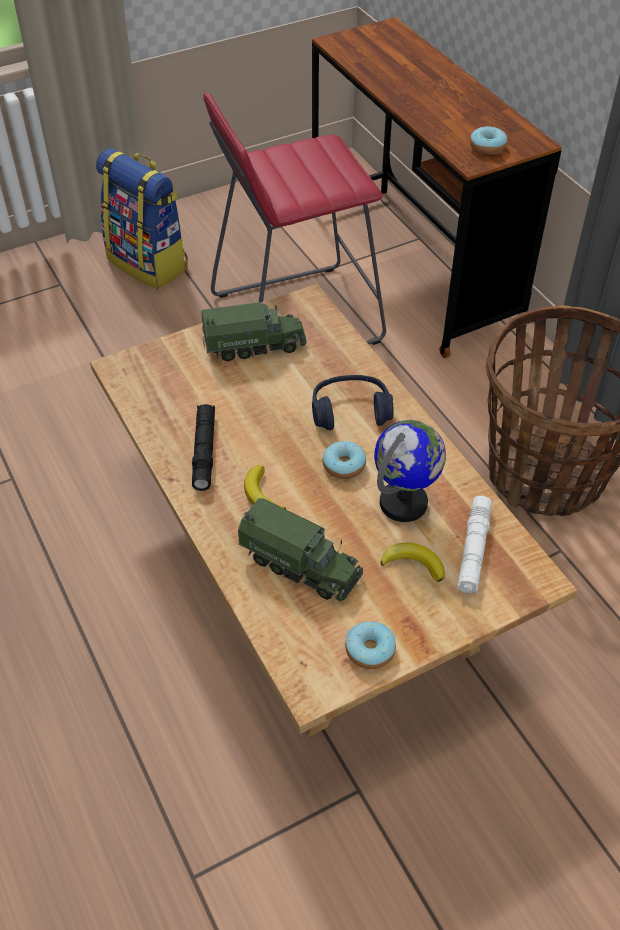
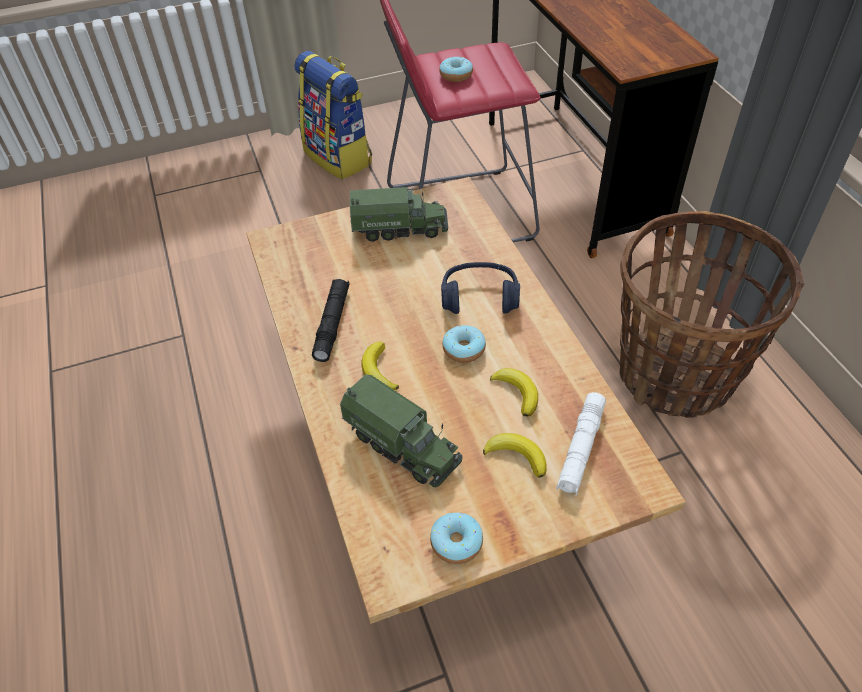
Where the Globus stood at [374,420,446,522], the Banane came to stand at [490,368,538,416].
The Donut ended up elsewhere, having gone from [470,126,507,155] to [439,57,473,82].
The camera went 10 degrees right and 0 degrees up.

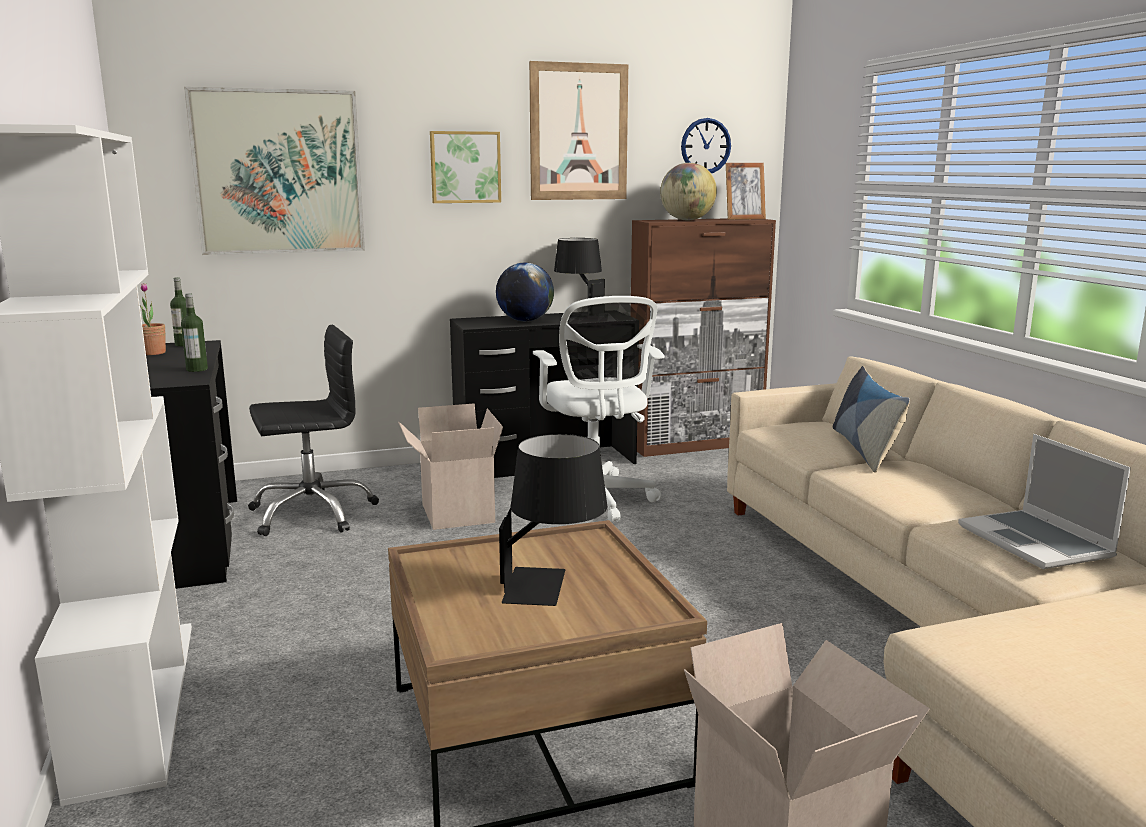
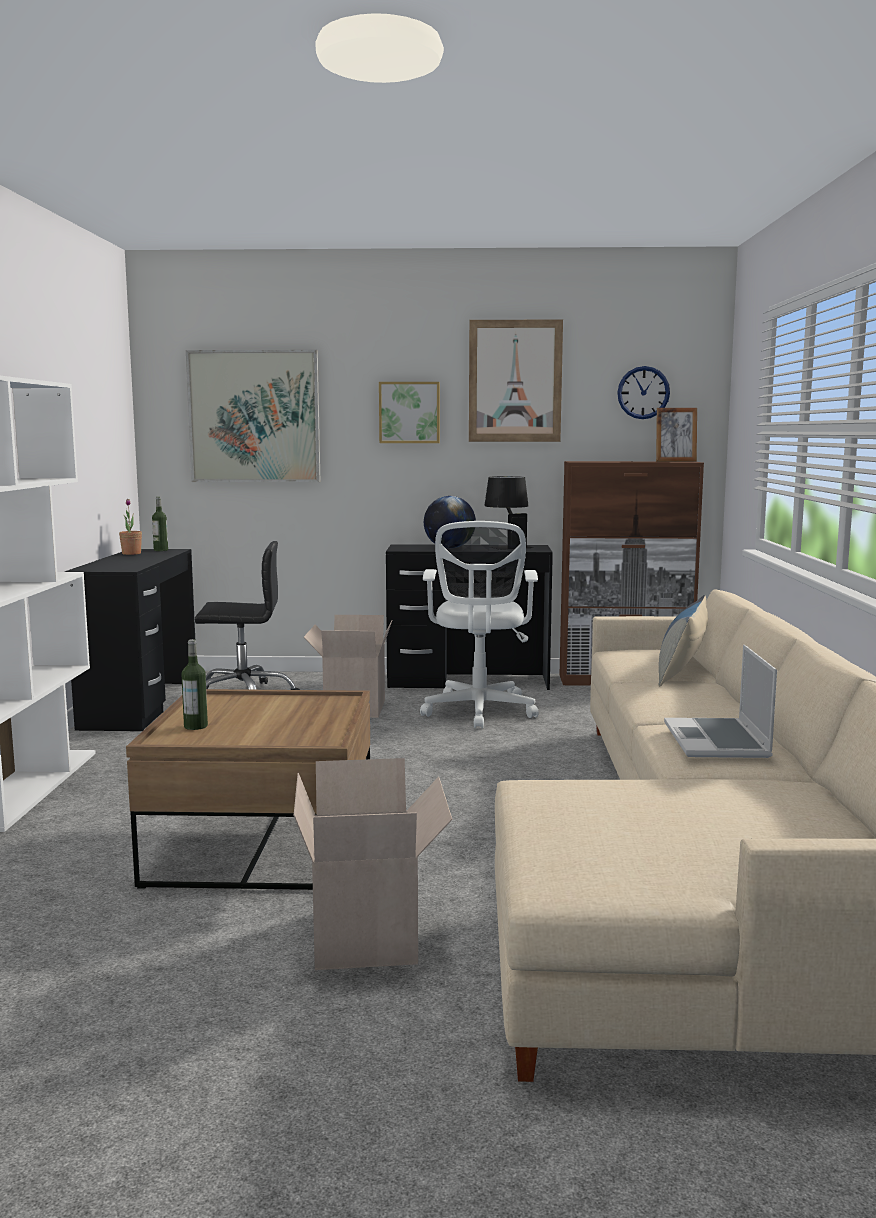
The Flasche ended up elsewhere, having gone from [181,293,208,372] to [181,639,208,730].
The second view lost the Tischlampe/schwarz at [499,434,607,606].
The second view lost the Globus at [660,163,717,220].
The camera went 20 degrees right and 5 degrees down.

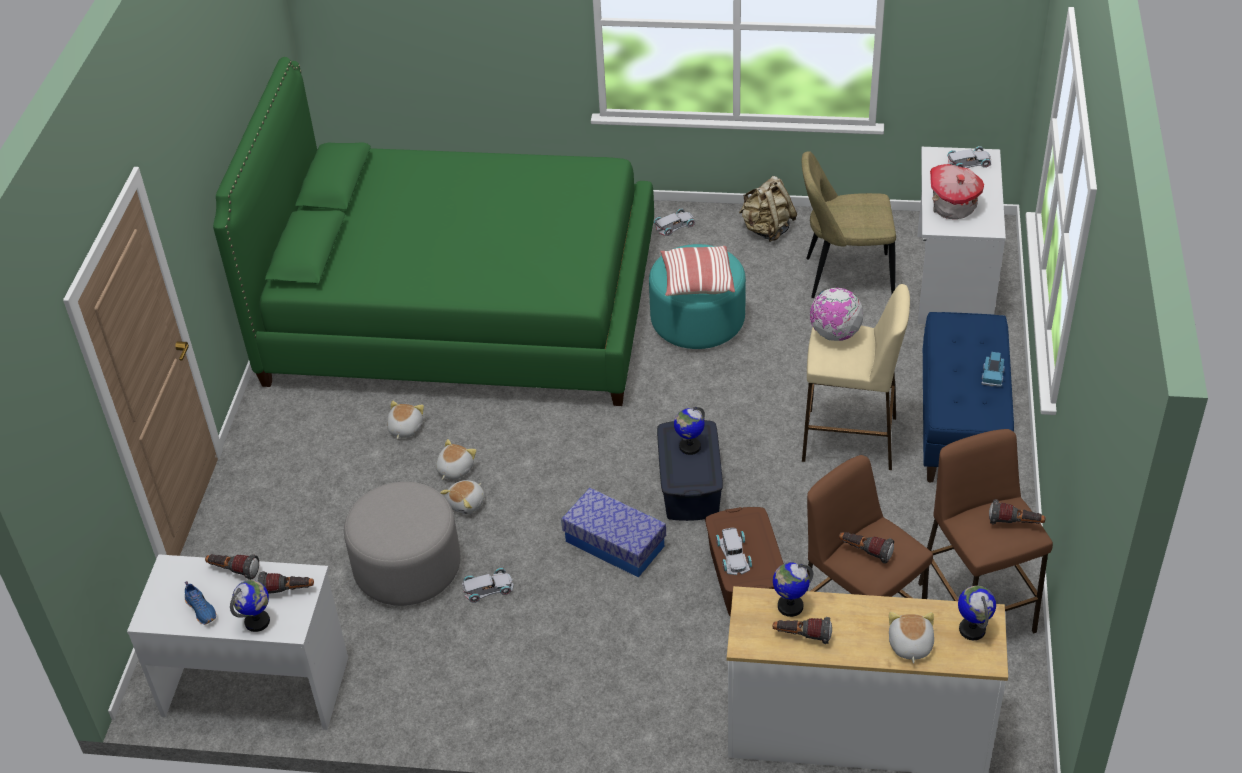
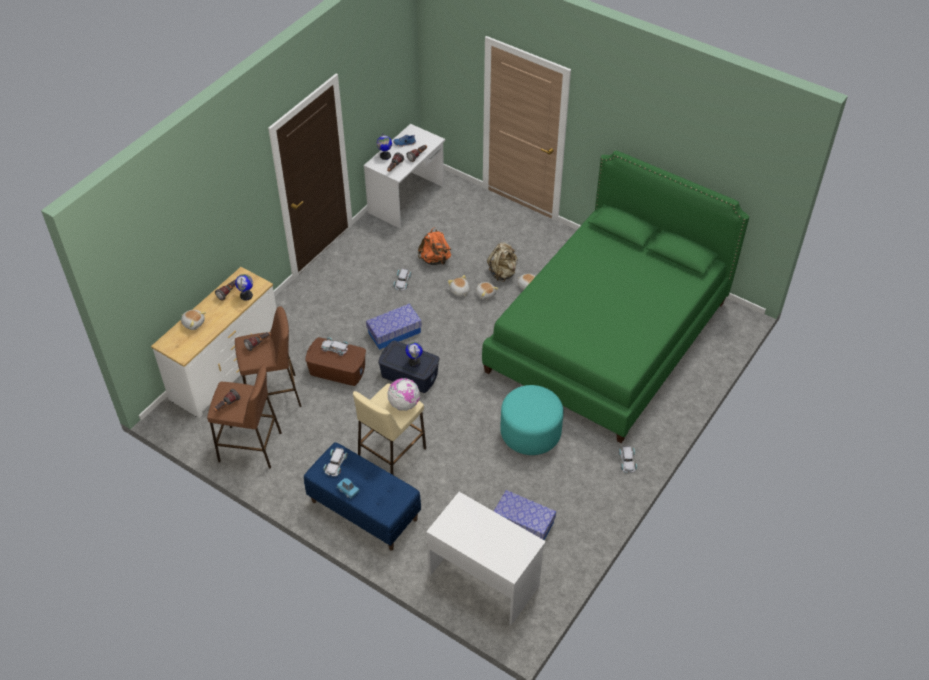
Where the Polsterhocker/grau stood at [344,482,460,606], the Rucksack/orange came to stand at [418,227,451,265].
The second view lost the Kissen at [660,246,735,296].
The Rucksack/beige ended up elsewhere, having gone from [739,176,797,242] to [487,242,517,282].
Where the Stuhl/beige stood at [801,151,896,298], the Aufbewahrungsbox came to stand at [494,490,556,540].
The second view lost the Spielzeughaus at [930,164,984,219].
The Spielzeugauto/weiß ended up elsewhere, having gone from [947,146,991,168] to [323,448,348,476].
The second view lost the Globus at [958,586,996,640].
The camera went 115 degrees right and 5 degrees up.

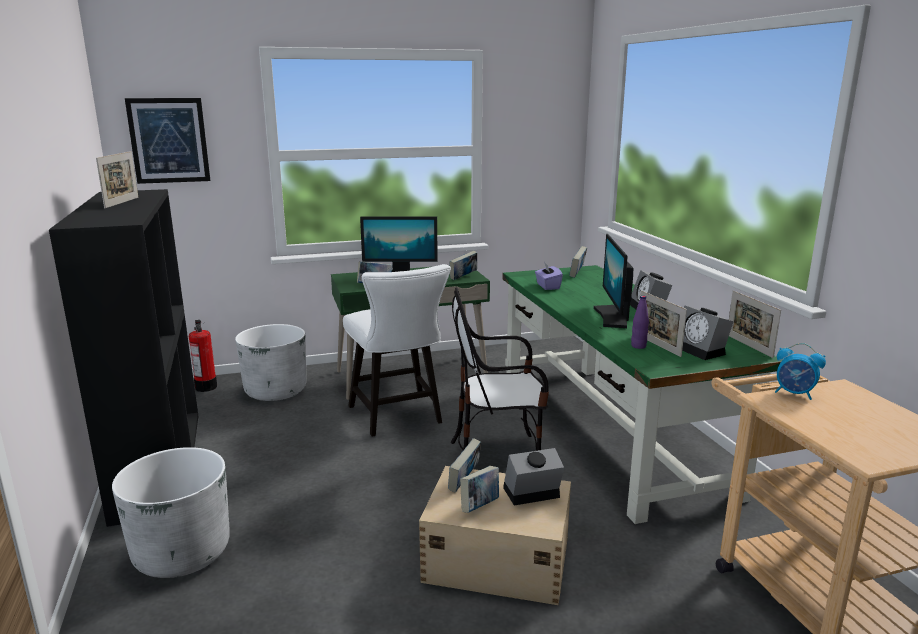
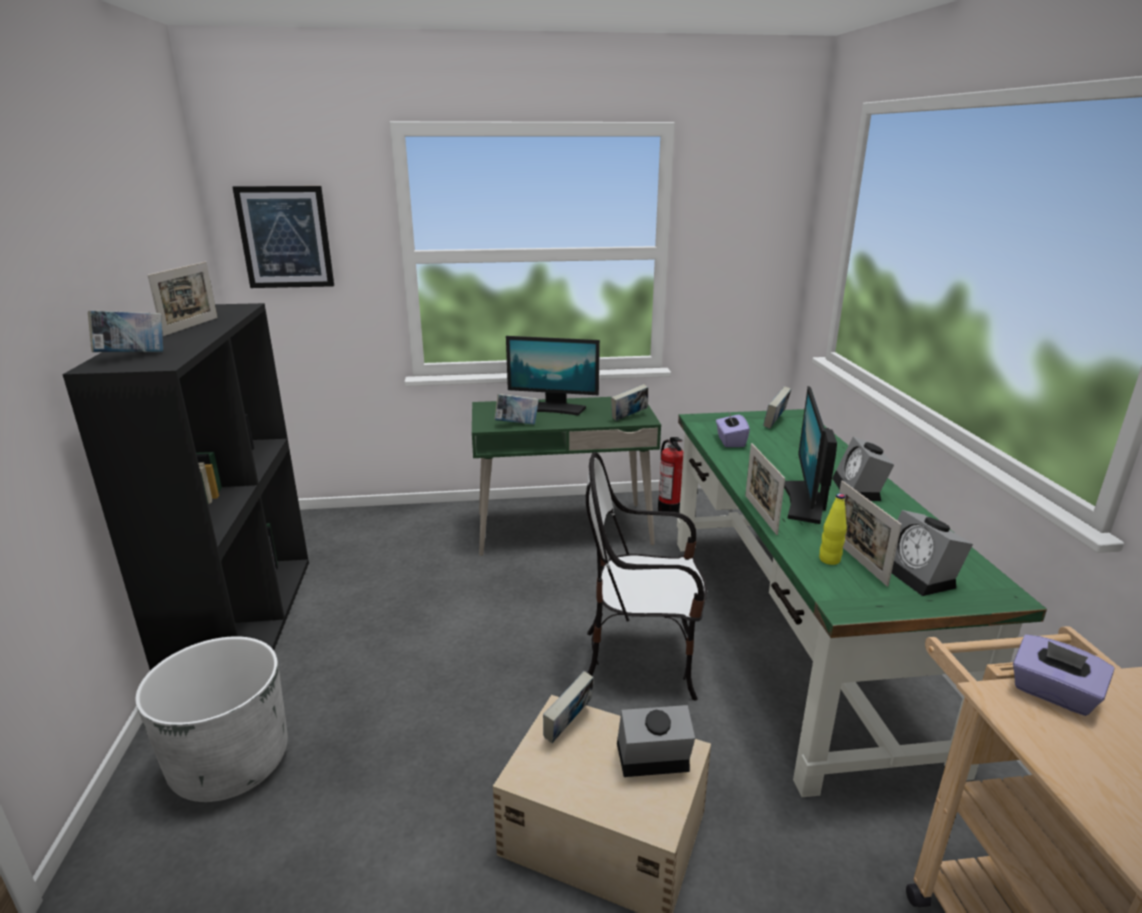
The Feuerlöscher ended up elsewhere, having gone from [189,320,217,392] to [658,437,683,513].
The second view lost the Pflanzkübel/weiß at [235,324,306,401].
The second view lost the Stuhl/weiß at [343,264,451,437].
The Buch ended up elsewhere, having gone from [460,466,499,513] to [88,310,163,352].
What was the Flasche/lila at [631,296,649,349] turned into the Flasche/gelb at [819,493,847,565].
The Bilderrahmen ended up elsewhere, having gone from [729,290,781,358] to [745,443,785,535].
Where the Wecker stood at [775,343,826,400], the Taschentuchbox/lila came to stand at [1013,635,1115,716].
The camera went 10 degrees right and 5 degrees up.

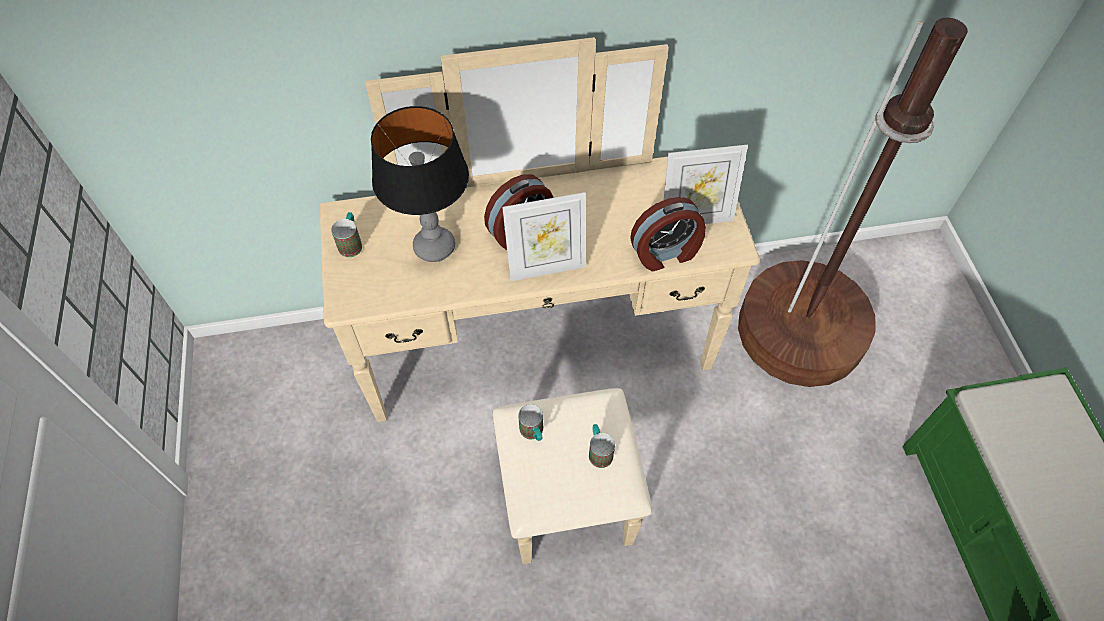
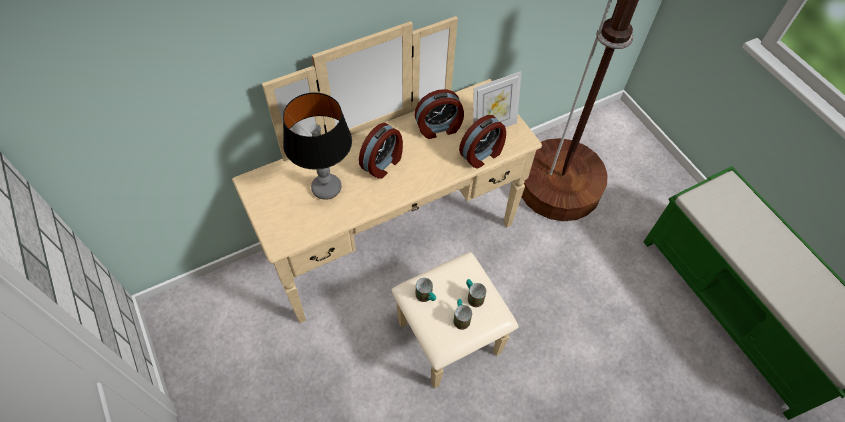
The Henkelbecher ended up elsewhere, having gone from [331,212,362,257] to [453,299,472,330].
The second view lost the Bilderrahmen at [502,192,586,281].
The second view gained the Wecker at [415,89,464,139].
The camera went 20 degrees left and 0 degrees up.

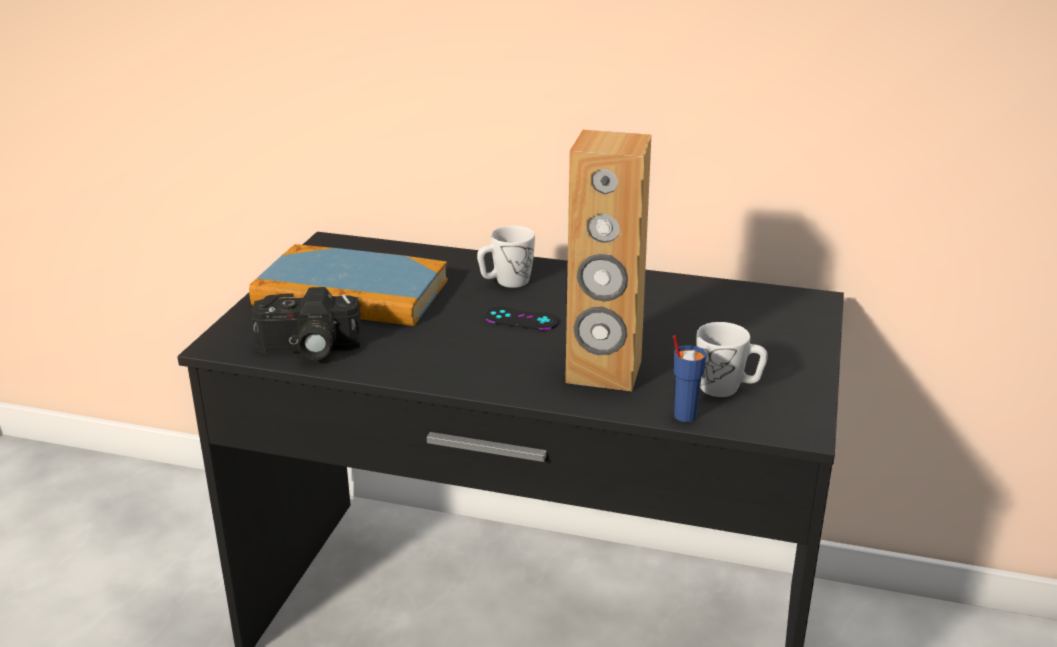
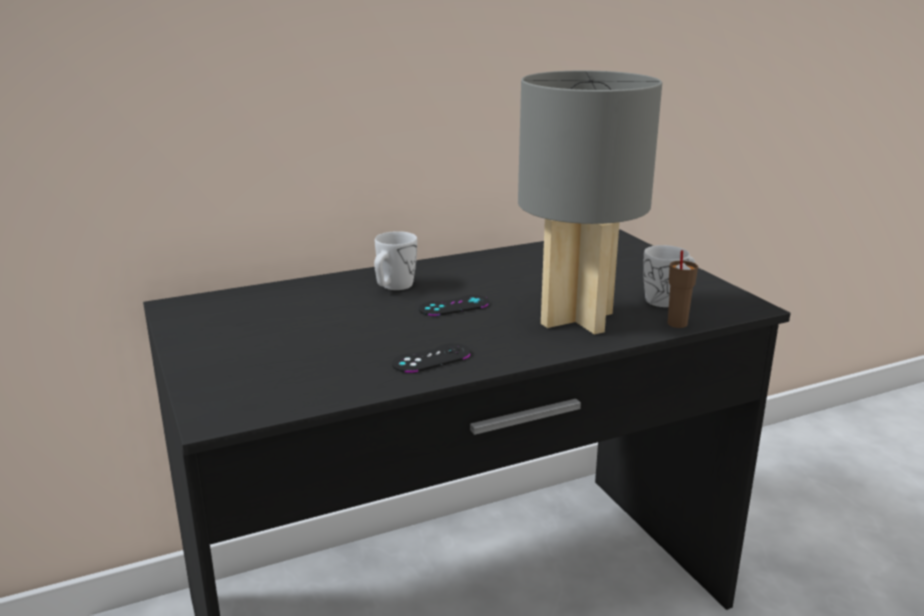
The second view lost the Buch at [249,244,448,326].
The second view lost the Kamera at [251,287,362,360].
Where the Lautsprecher/braun stood at [565,130,651,391], the Tischlampe/grau came to stand at [518,70,662,334].
What was the Tasse/blau at [673,335,707,422] turned into the Tasse/braun at [668,250,698,328].
The second view gained the Gamepad/schwarz at [392,343,471,373].
The camera went 40 degrees left and 5 degrees down.

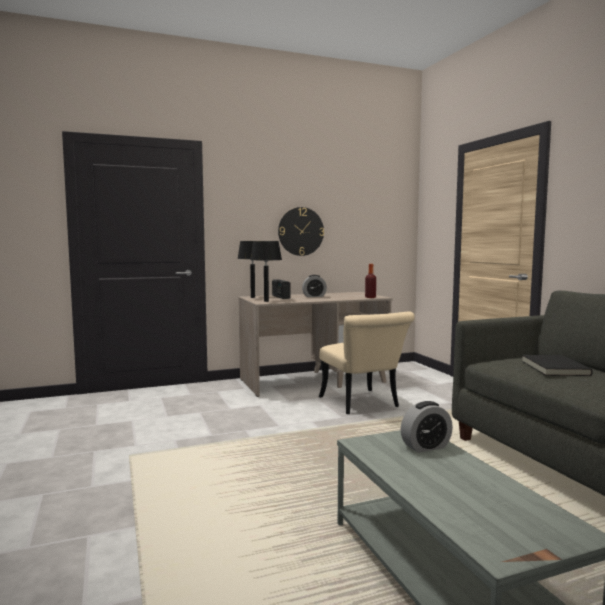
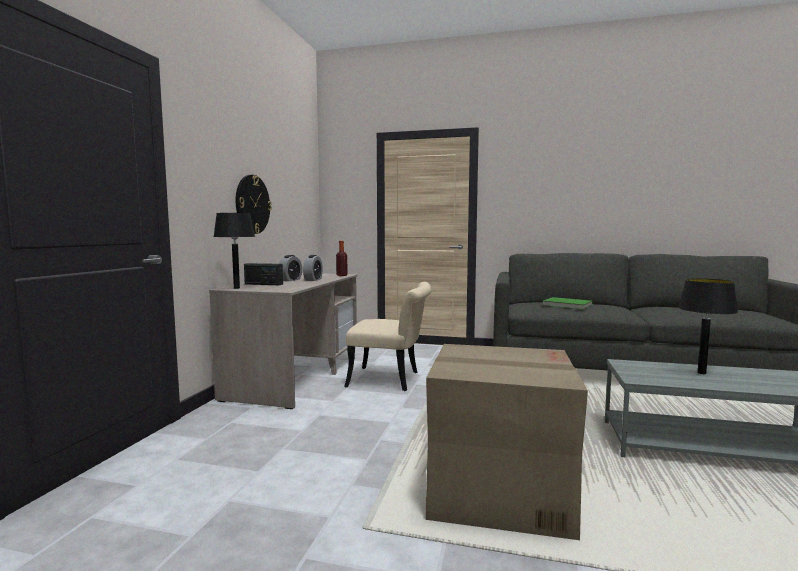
The Tischlampe/schwarz ended up elsewhere, having gone from [250,241,282,302] to [678,278,738,374].
The Wecker ended up elsewhere, having gone from [401,401,453,453] to [303,255,323,281].
What was the Buch/schwarz at [522,355,593,376] turned into the Buch/grün at [543,297,593,310].
The second view gained the Karton at [425,344,588,540].
The camera went 55 degrees left and 0 degrees up.

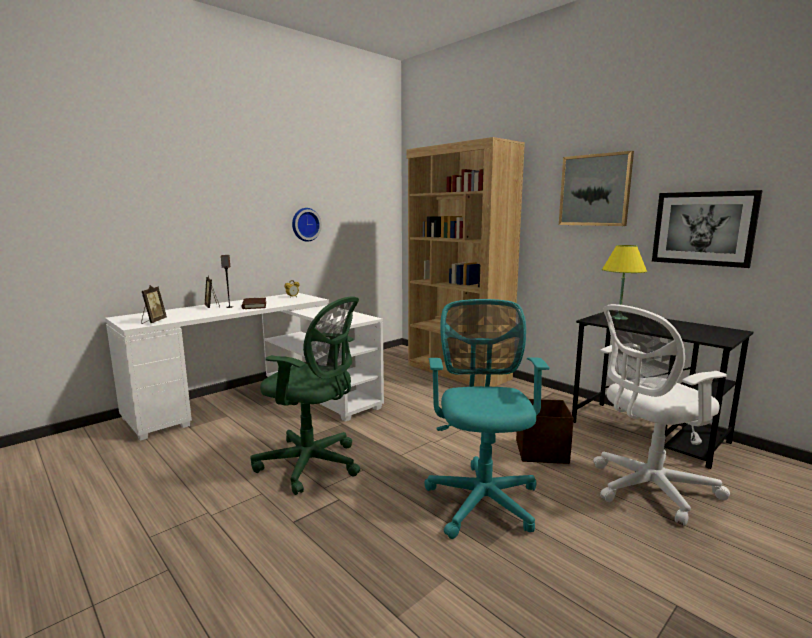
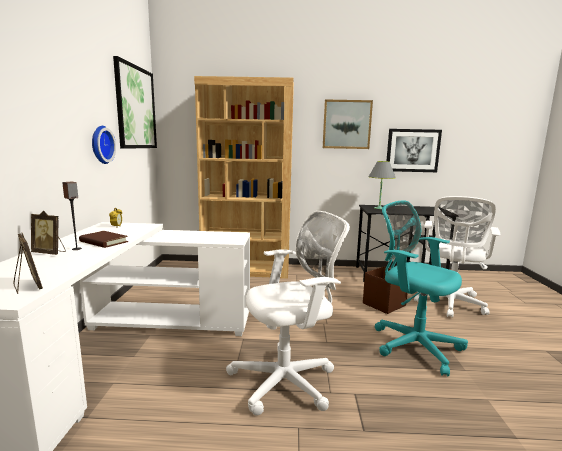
What was the Bürostuhl/grün at [250,296,360,495] turned into the Bürostuhl/weiß at [226,211,350,415].
What was the Tischlampe/gelb at [602,245,647,320] turned into the Tischlampe/grau at [368,161,396,209].
The second view gained the Bild at [113,56,157,149].
The camera went 45 degrees left and 0 degrees up.

